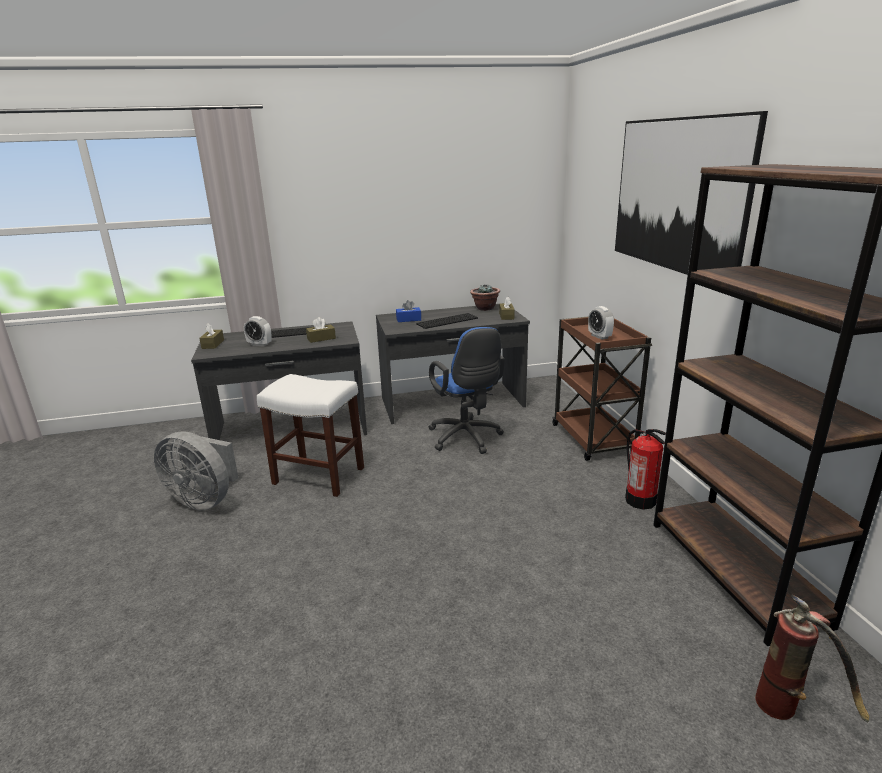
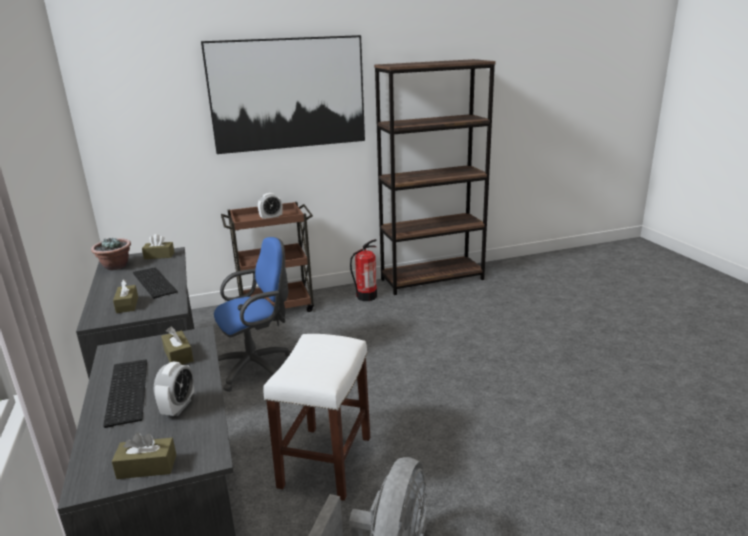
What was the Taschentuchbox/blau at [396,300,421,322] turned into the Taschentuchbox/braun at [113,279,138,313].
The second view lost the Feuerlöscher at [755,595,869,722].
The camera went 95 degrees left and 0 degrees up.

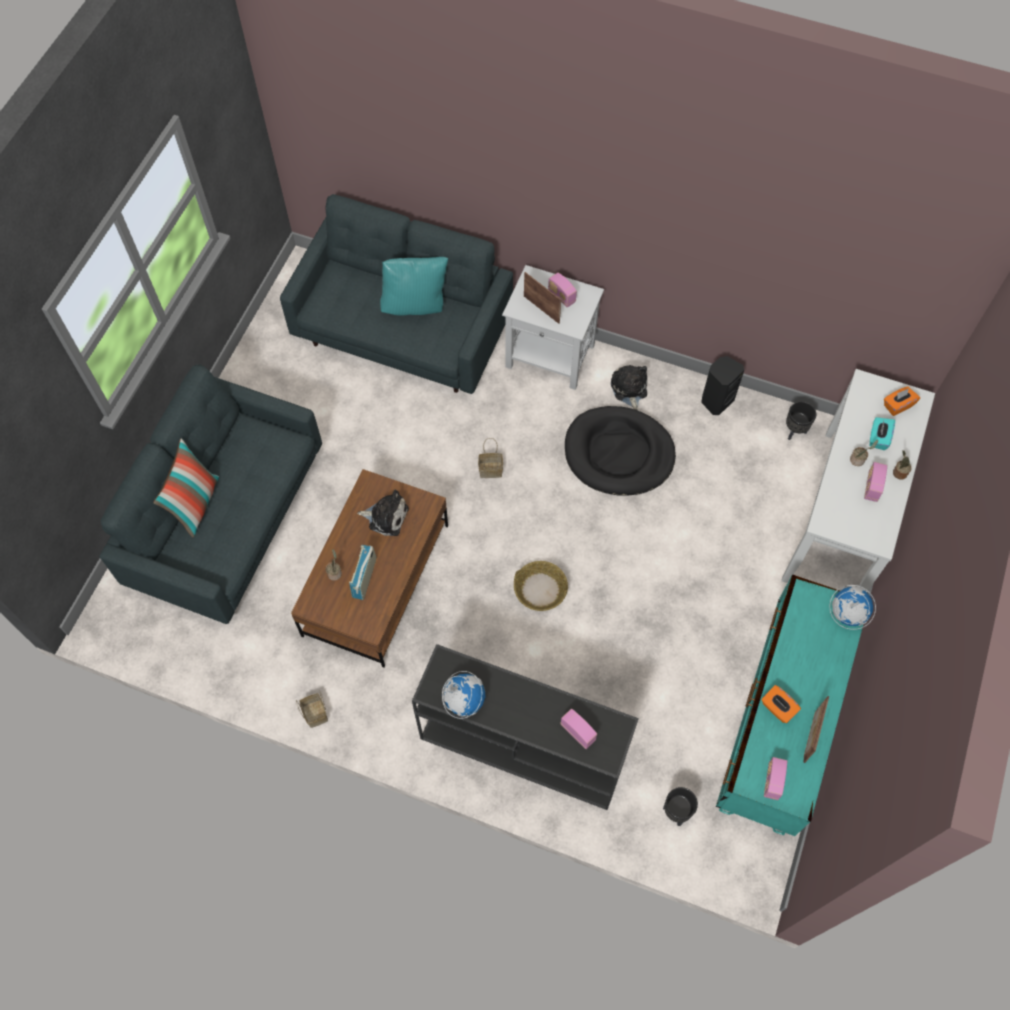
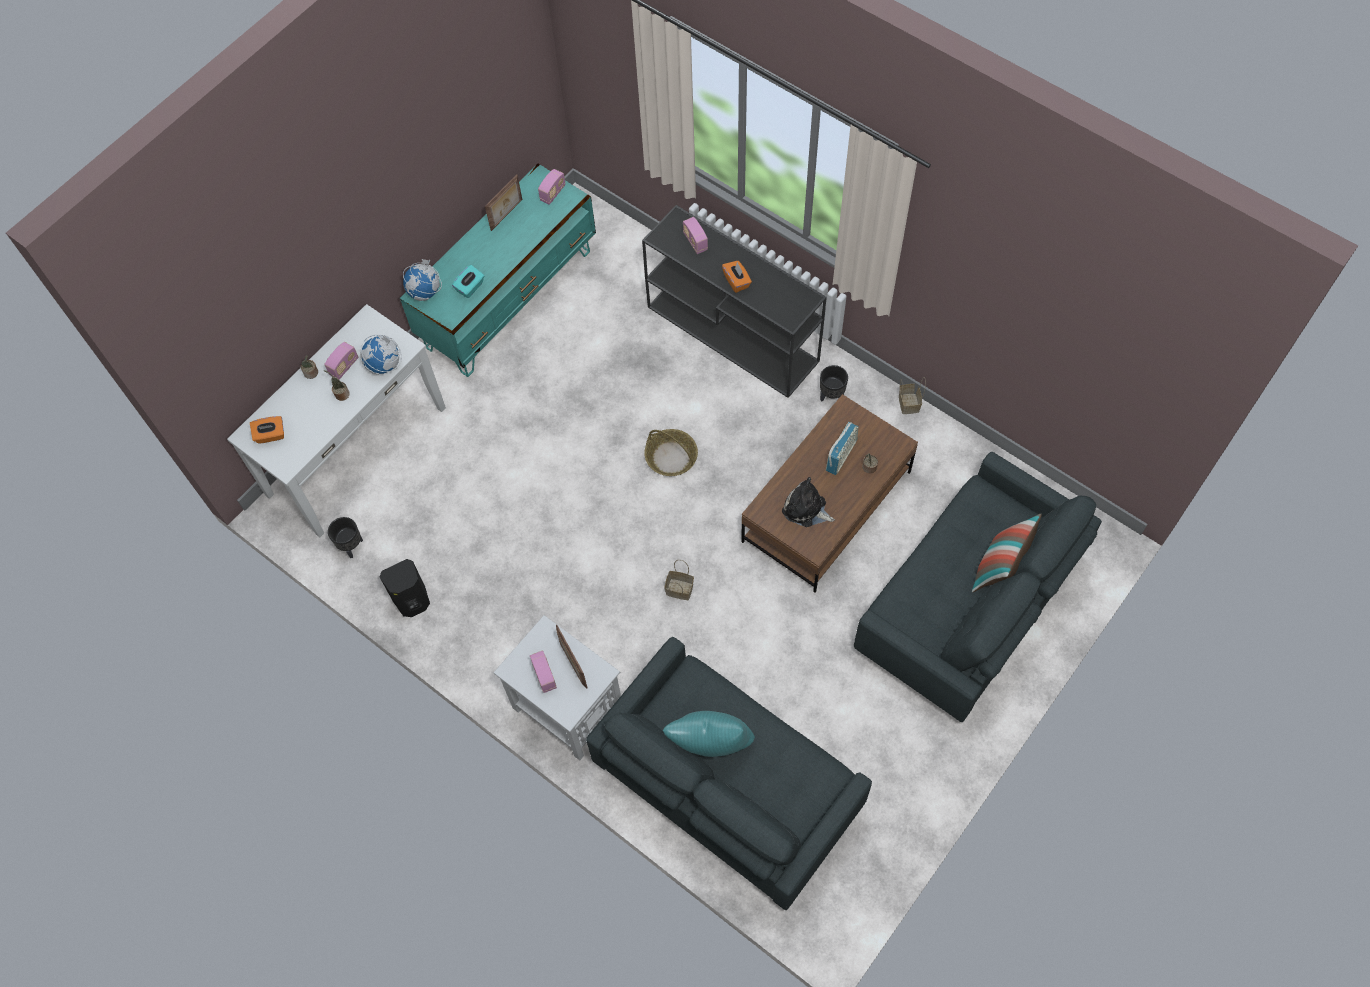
The Globus ended up elsewhere, having gone from [442,671,485,719] to [360,335,402,374].
The second view lost the Hundebett/schwarz at [565,406,676,496].
The second view lost the Plüschtier at [611,365,647,410].
The Pflanzkübel/schwarz ended up elsewhere, having gone from [663,787,698,826] to [820,365,848,402].
The Taschentuchbox/orange ended up elsewhere, having gone from [762,685,801,723] to [722,261,752,293].
The Taschentuchbox/türkis ended up elsewhere, having gone from [870,417,895,450] to [452,265,484,298].
The camera went 160 degrees left and 0 degrees up.

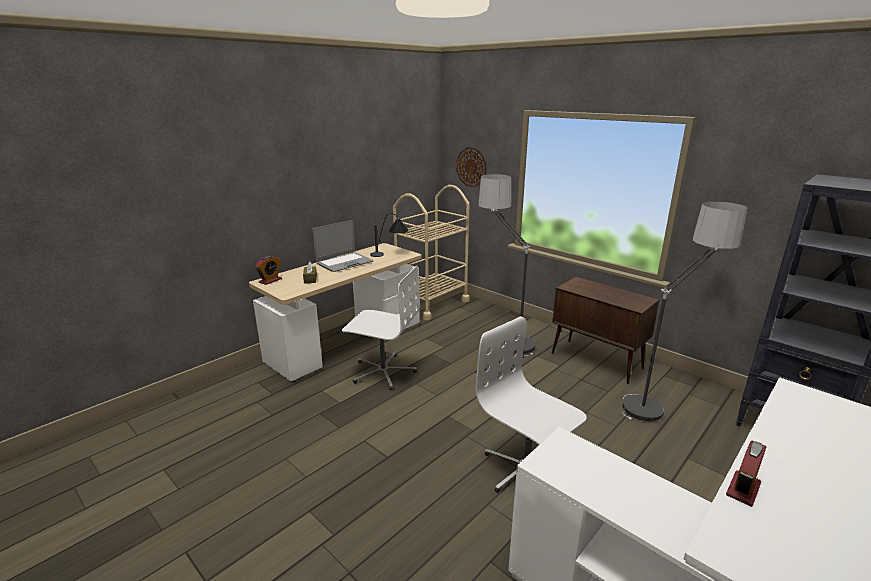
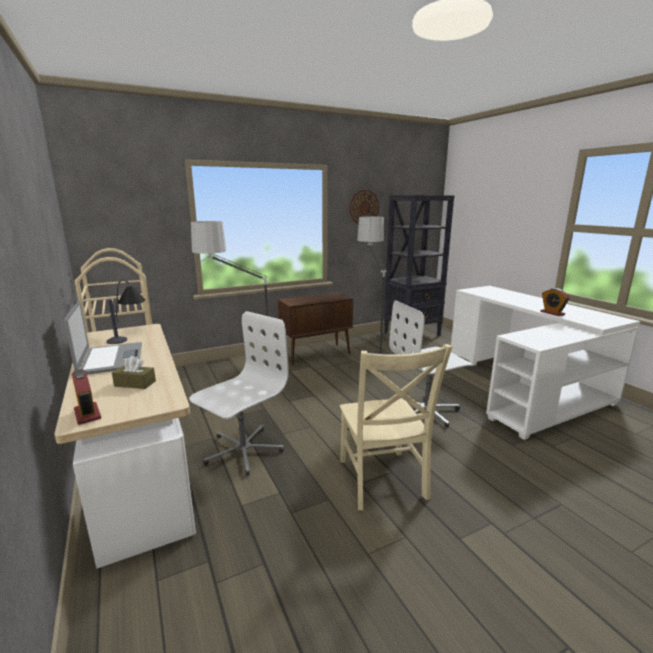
The Wanduhr ended up elsewhere, having gone from [456,147,487,187] to [350,190,379,224].
The second view gained the Stuhl/beige at [340,344,453,510].
The camera went 70 degrees left and 5 degrees down.

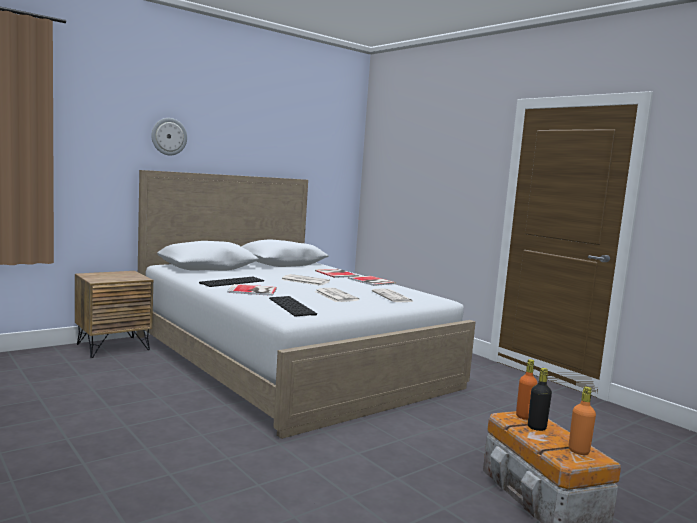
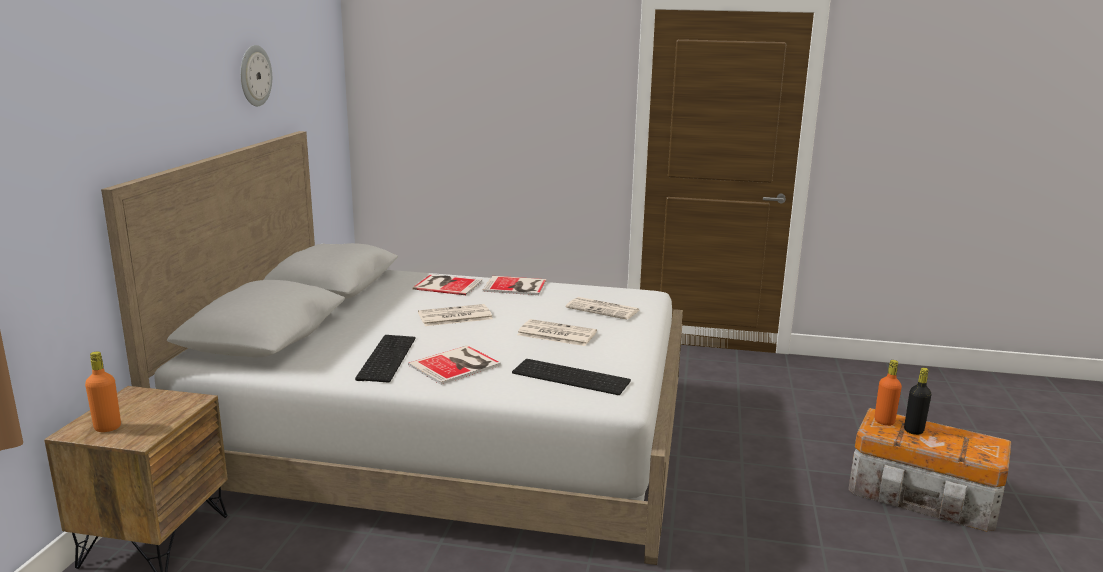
The Wanduhr ended up elsewhere, having gone from [151,118,187,155] to [240,45,272,106].
The Flasche/orange ended up elsewhere, having gone from [569,387,596,455] to [85,352,121,432].
The camera went 40 degrees left and 10 degrees up.

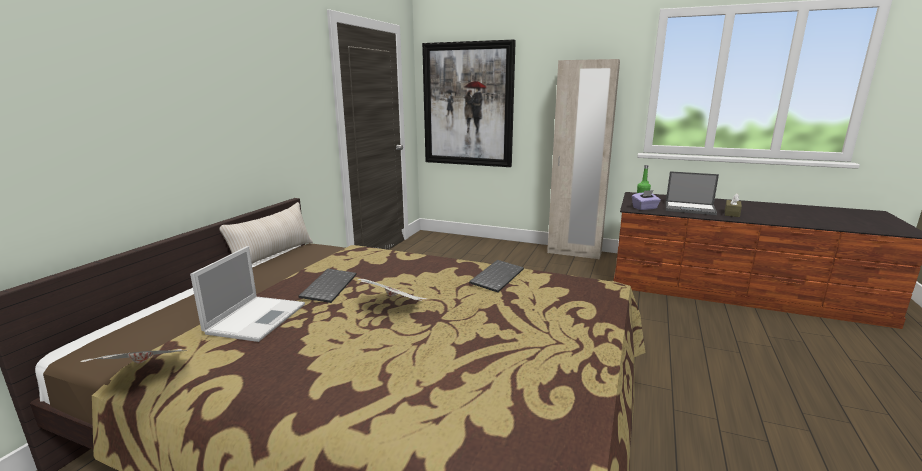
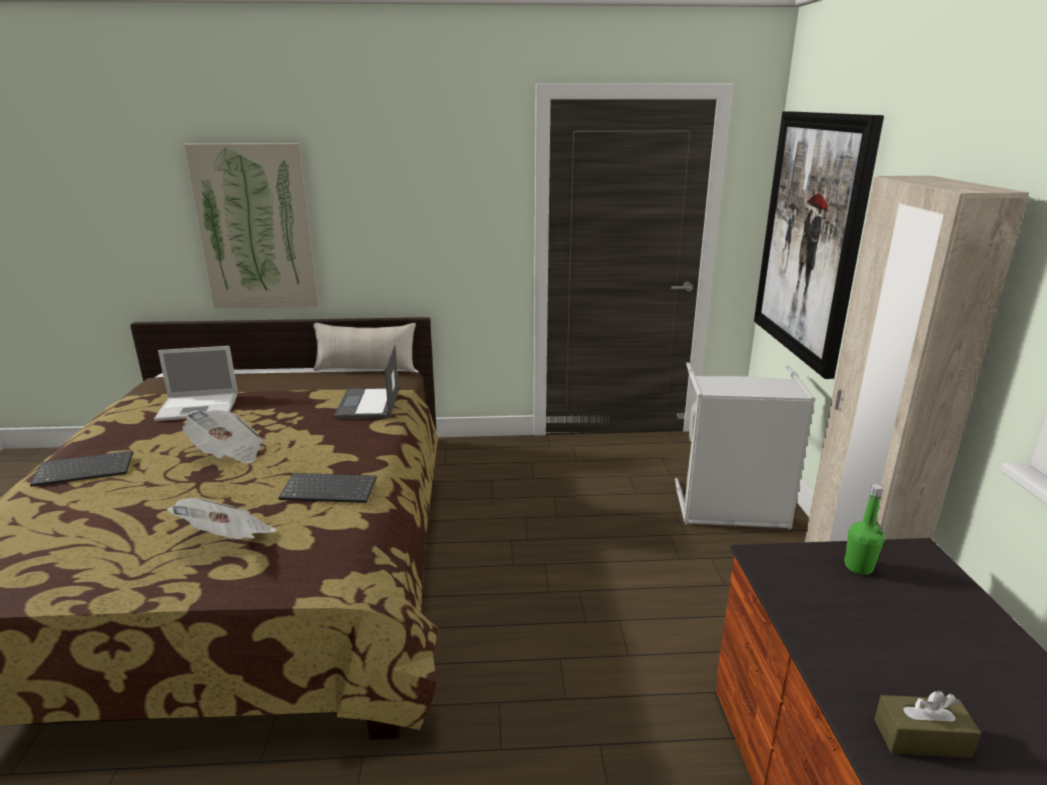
The Zeitung ended up elsewhere, having gone from [81,349,188,364] to [167,497,277,540].
The Tastatur ended up elsewhere, having gone from [299,269,356,303] to [30,451,133,487].
The second view lost the Taschentuchbox/lila at [632,190,661,210].
The Laptop ended up elsewhere, having gone from [666,171,719,215] to [334,345,399,419].
The second view gained the Bild at [184,143,320,308].
The second view gained the Wäschekorb/grau at [675,362,816,529].
The camera went 65 degrees right and 5 degrees up.

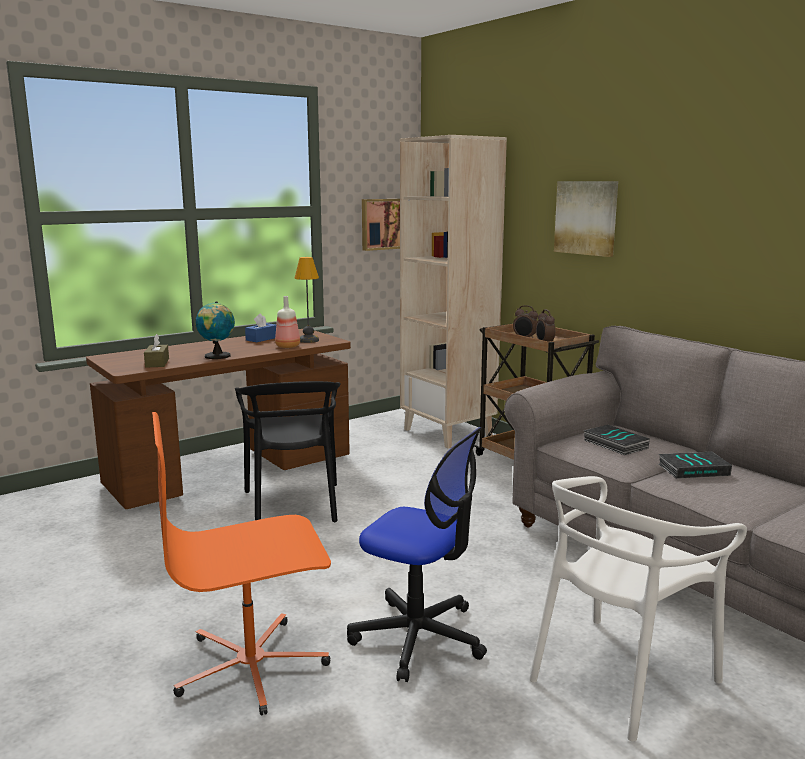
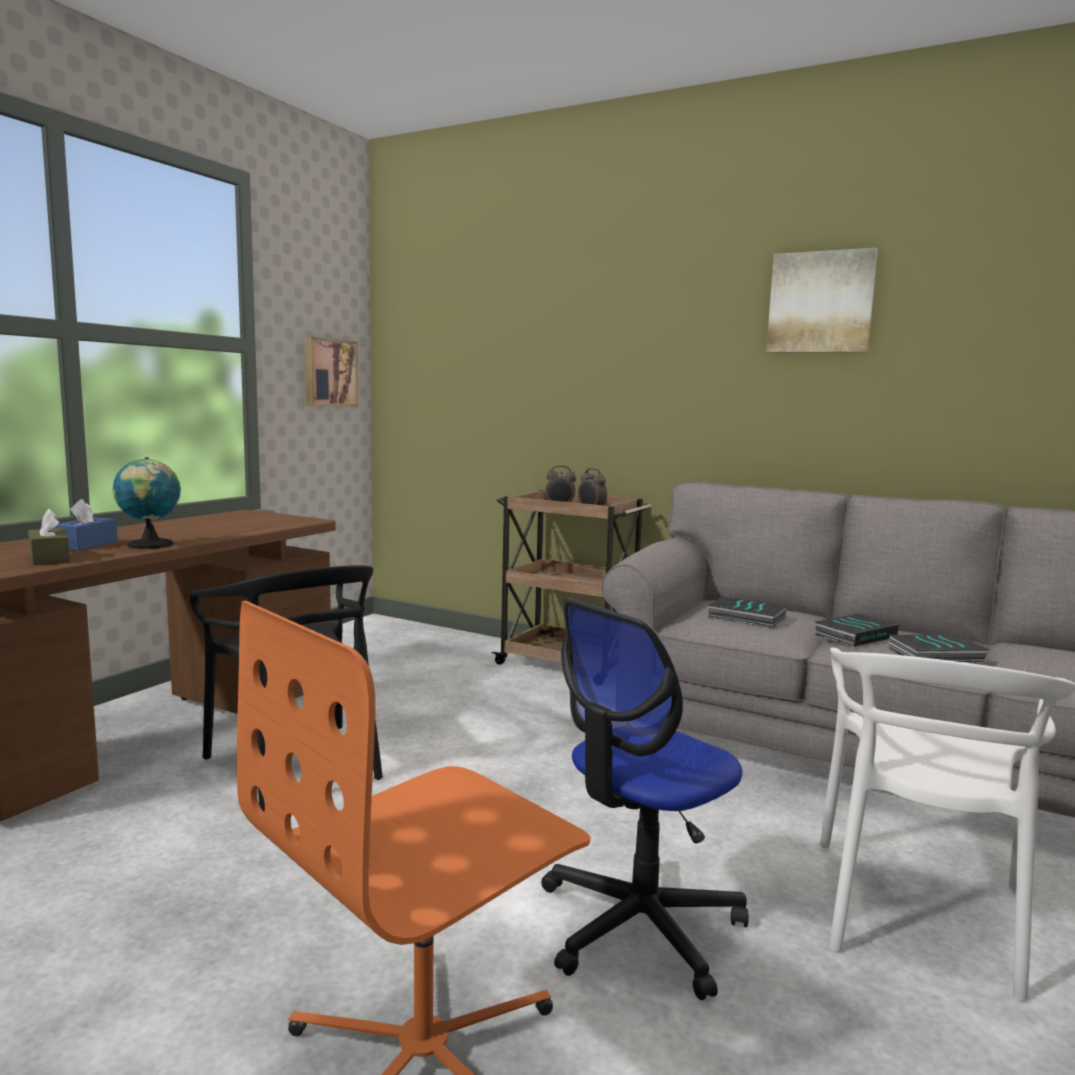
The Taschentuchbox/blau ended up elsewhere, having gone from [245,313,276,342] to [53,499,118,551].
The second view lost the Flasche at [275,296,300,348].
The second view lost the Tischlampe at [294,257,319,343].
The Bürostuhl at [347,427,487,682] ended up facing another way, 135 degrees clockwise from before.
The second view lost the Bücherregal/beige at [400,135,507,448].
The Bild ended up elsewhere, having gone from [554,181,618,257] to [766,248,878,353].
The second view gained the Buch at [889,634,990,664].
The camera went 25 degrees left and 5 degrees down.

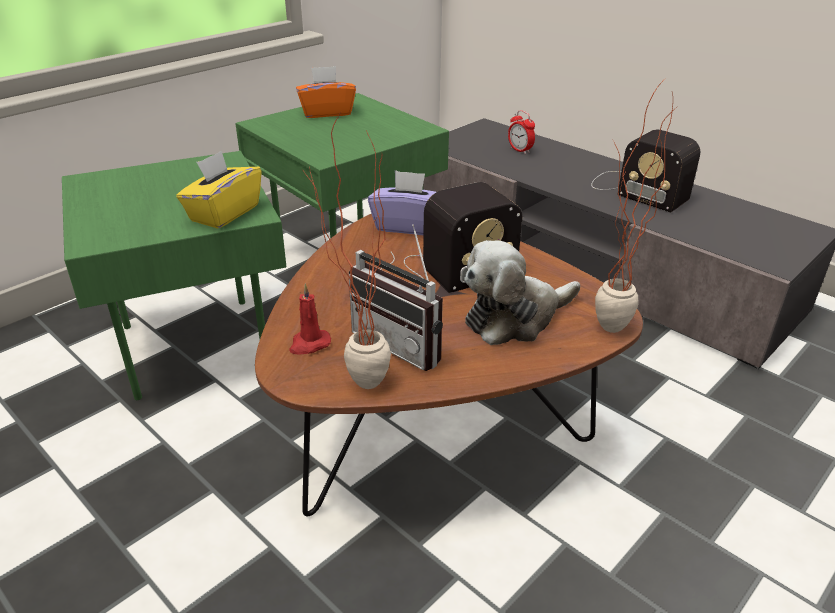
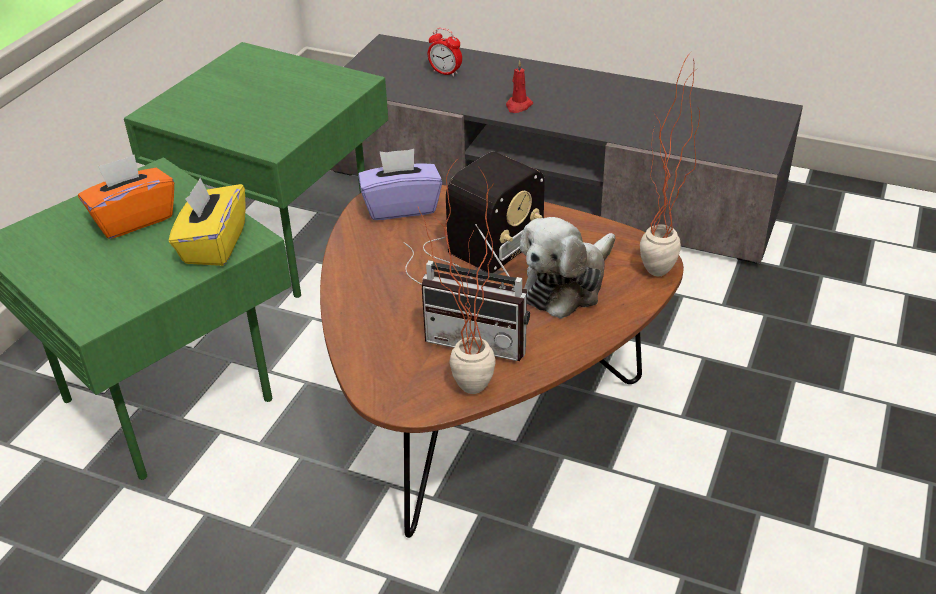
The Kerze/rot ended up elsewhere, having gone from [289,284,331,355] to [506,60,533,113].
The Taschentuchbox/orange ended up elsewhere, having gone from [296,66,356,118] to [78,155,174,239].
The second view lost the Radio at [591,129,700,212].
The camera went 20 degrees left and 5 degrees up.

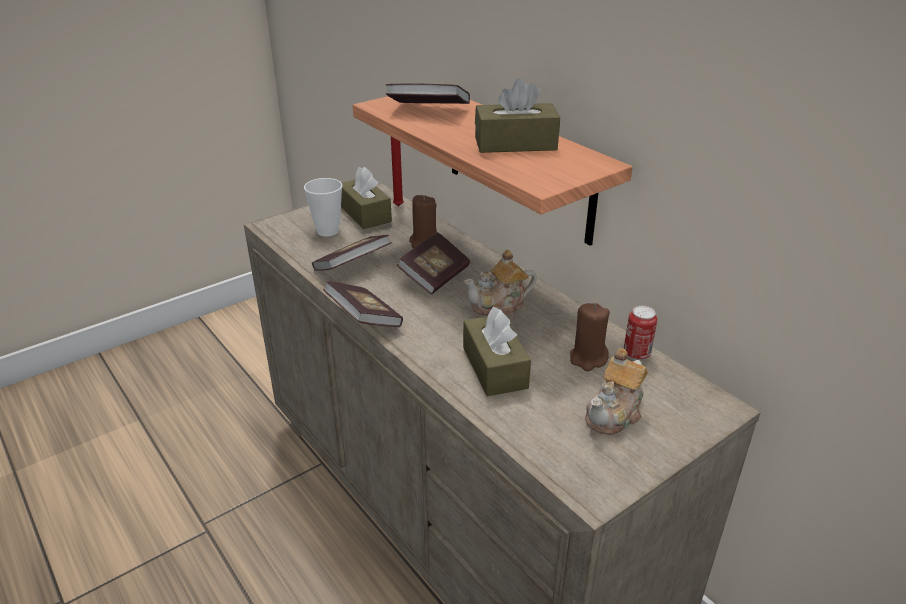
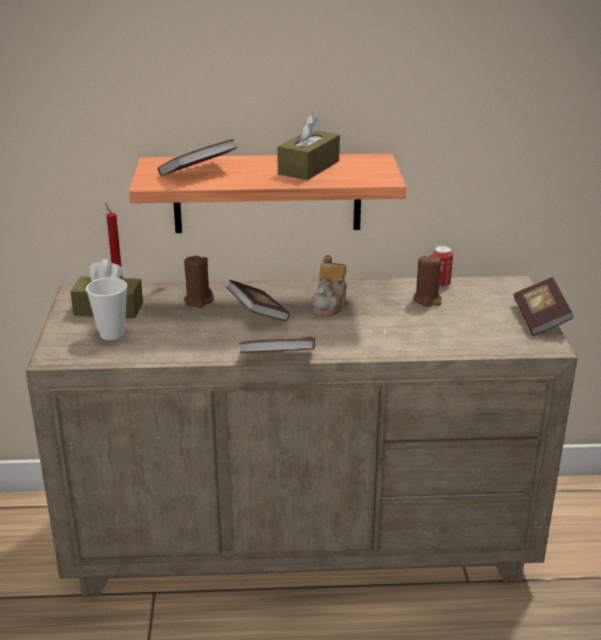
The Buch ended up elsewhere, having gone from [312,235,392,271] to [514,277,574,336].
The second view lost the Taschentuchbox/braun at [463,307,531,396].
The second view lost the Teekanne at [585,348,648,435].
The camera went 55 degrees left and 5 degrees down.

